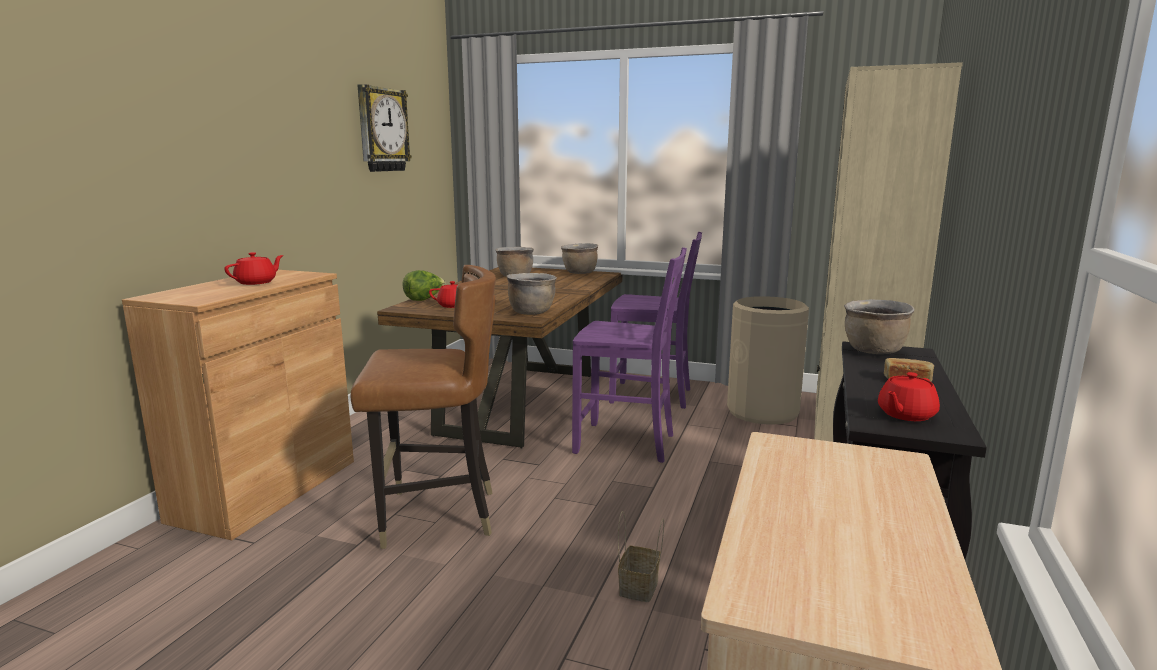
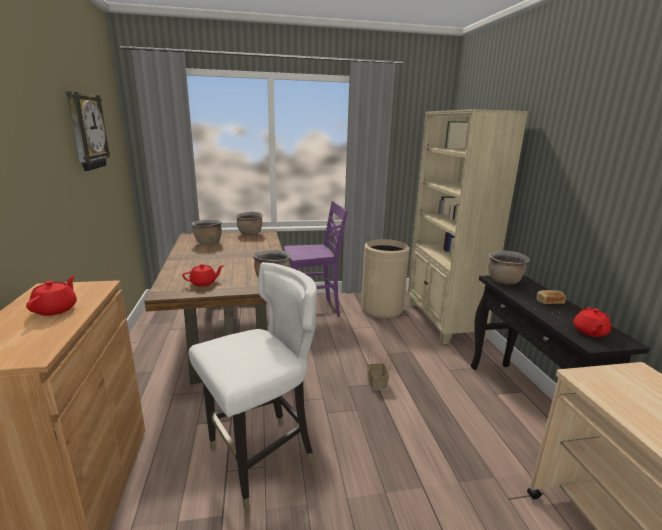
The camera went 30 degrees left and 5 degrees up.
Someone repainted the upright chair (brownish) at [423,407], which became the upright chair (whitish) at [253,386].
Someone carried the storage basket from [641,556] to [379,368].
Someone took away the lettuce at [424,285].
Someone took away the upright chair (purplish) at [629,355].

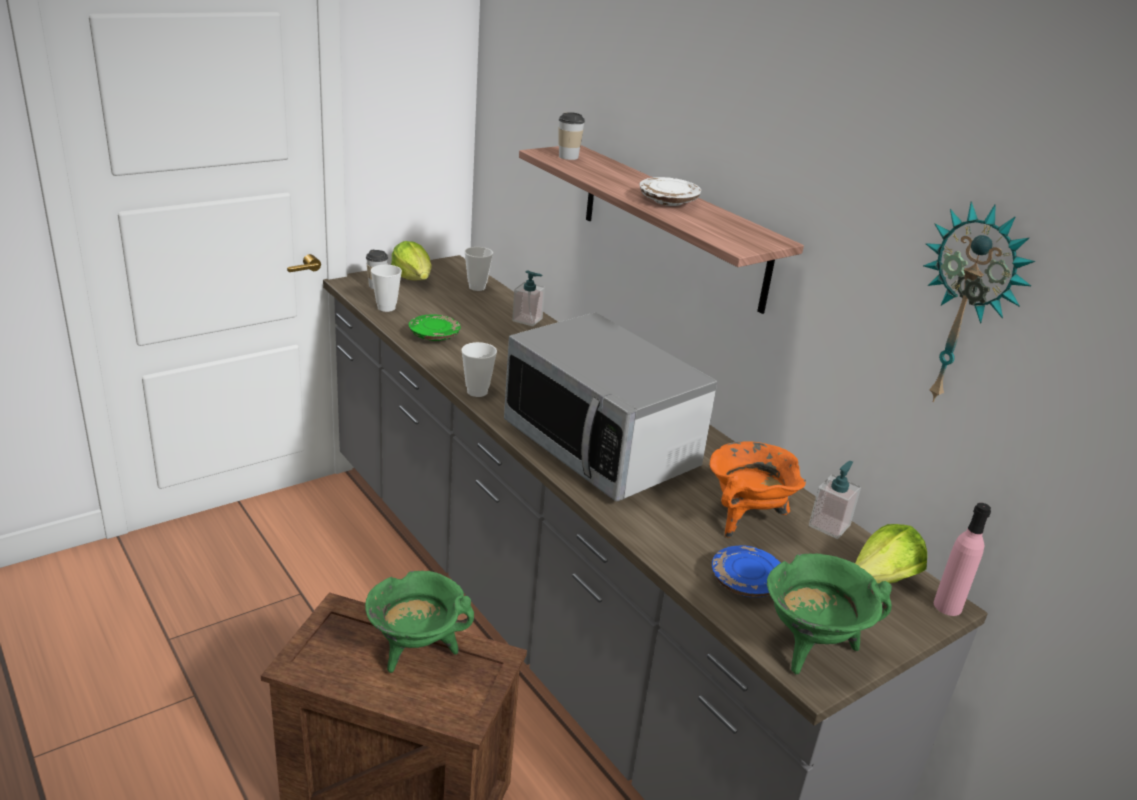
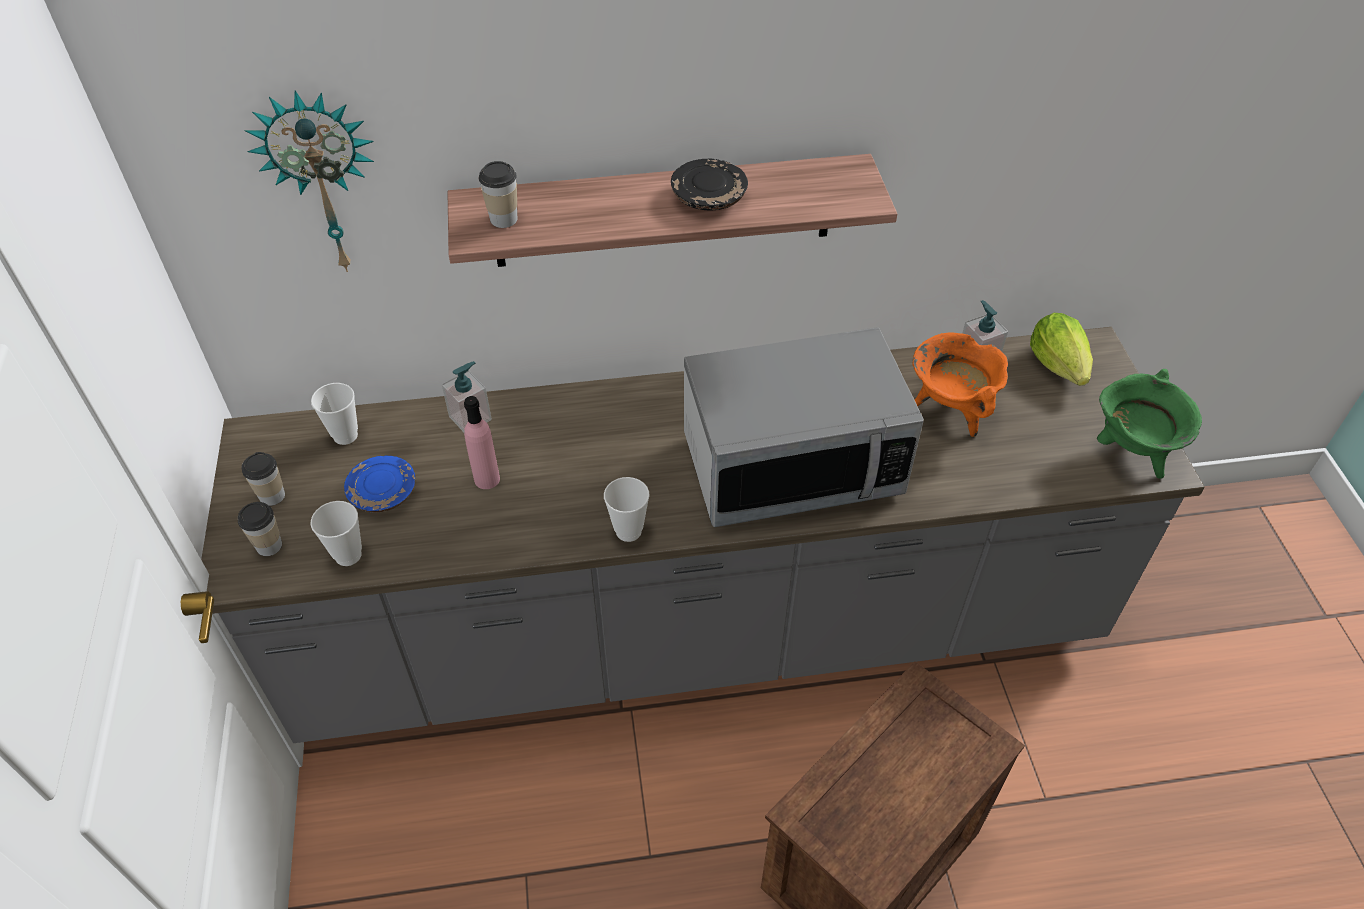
The camera went 60 degrees left and 20 degrees up.
Someone swapped the lettuce at [411,260] for the small cup at [263,479].
Someone carried the clock on the wall from [979,301] to [309,181].
Someone carried the plate (blue) from [746,571] to [379,484].
Someone carried the bottle (pinkish) from [962,559] to [482,442].
Someone repainted the plate (whitish) at [670,191], which became the plate (black-coloured) at [709,184].
Someone took away the saucepot (greenish) at [419,622].
Someone took away the plate (greenish) at [435,327].

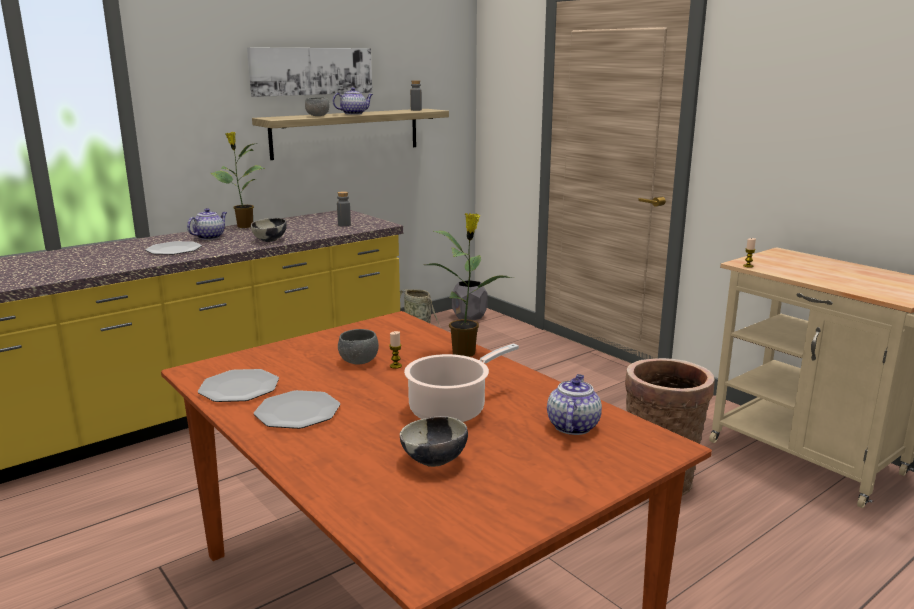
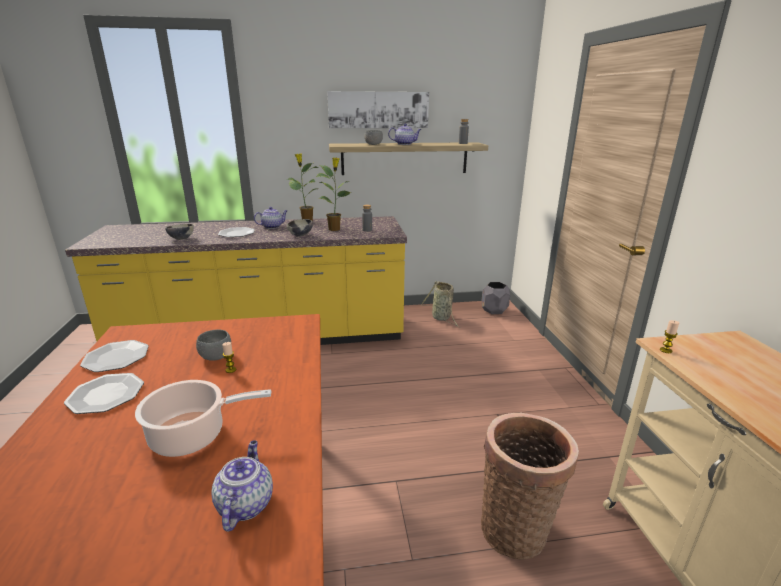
The camera went 30 degrees right and 5 degrees up.
Someone carried the serving bowl from [434,441] to [179,232].
Someone rotated the teapot at [574,404] by 45 degrees counterclockwise.
Someone carried the potted plant from [470,285] to [333,194].

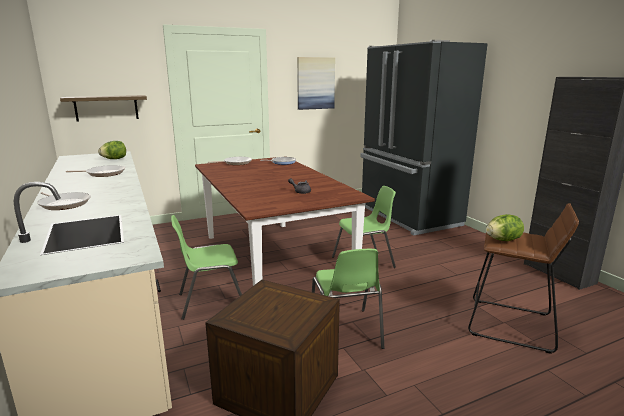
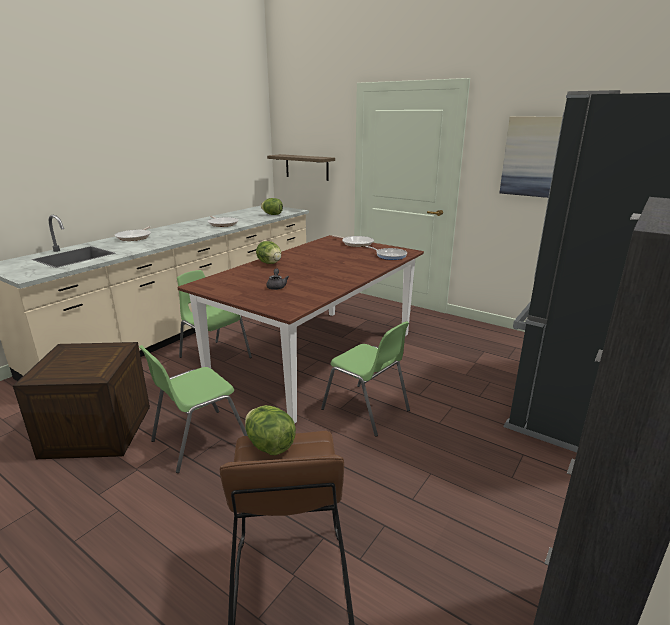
The camera went 60 degrees right and 5 degrees up.
Someone put down the lettuce at [268,252].

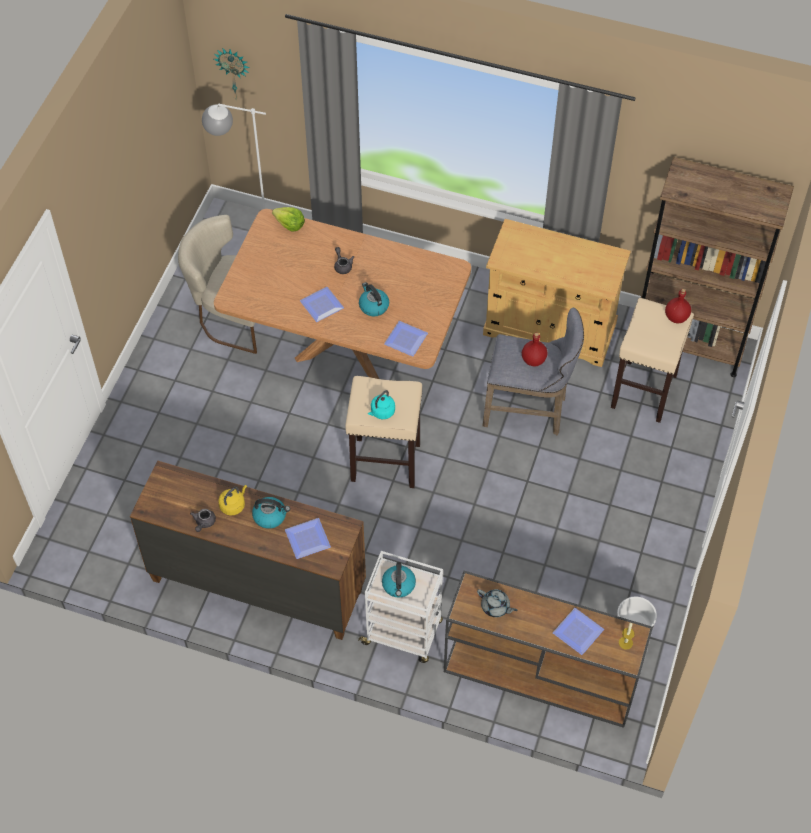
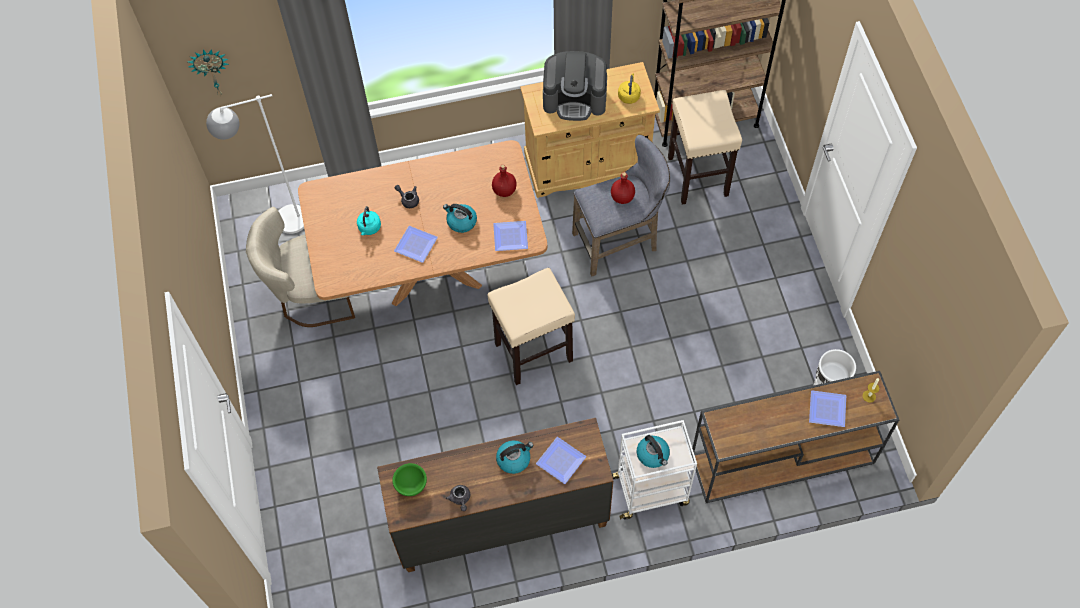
The camera went 30 degrees left and 5 degrees up.
Someone carried the tea kettle (turquoise-coloured) from [381,404] to [369,220].
Someone put down the serving bowl (greenish) at [410,479].
Someone carried the bottle (red-coloured) from [678,306] to [504,180].
Someone put down the coffee machine at [575,86].
Someone carried the tea kettle (yellow) from [232,500] to [629,89].
Someone took away the lettuce at [288,219].
Someone took away the teapot (gray) at [497,603].

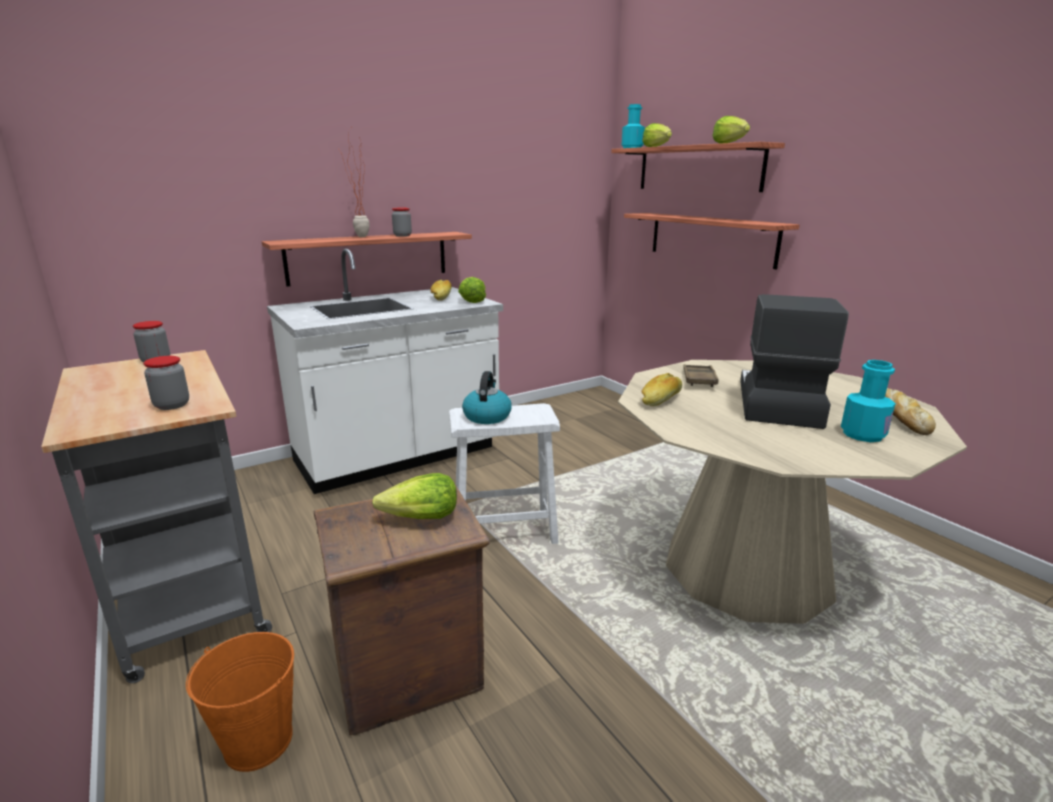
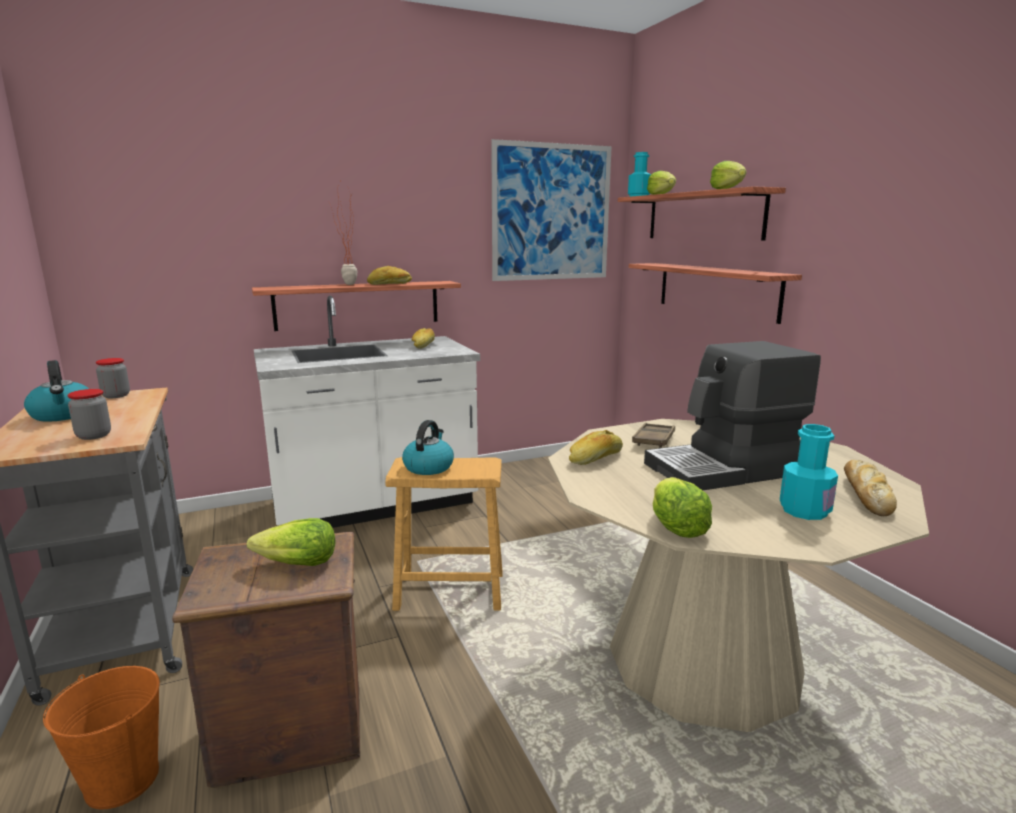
The camera went 10 degrees right and 5 degrees down.
Someone put down the tea kettle at [56,391].
Someone swapped the jar at [402,222] for the bakery bread at [389,275].
Someone repainted the sitting stool (whitish) at [504,473], which became the sitting stool (brownish) at [444,534].
Someone put up the wall art at [551,210].
Someone rotated the coffee machine at [794,361] by 135 degrees counterclockwise.
Someone carried the lettuce from [472,290] to [682,507].

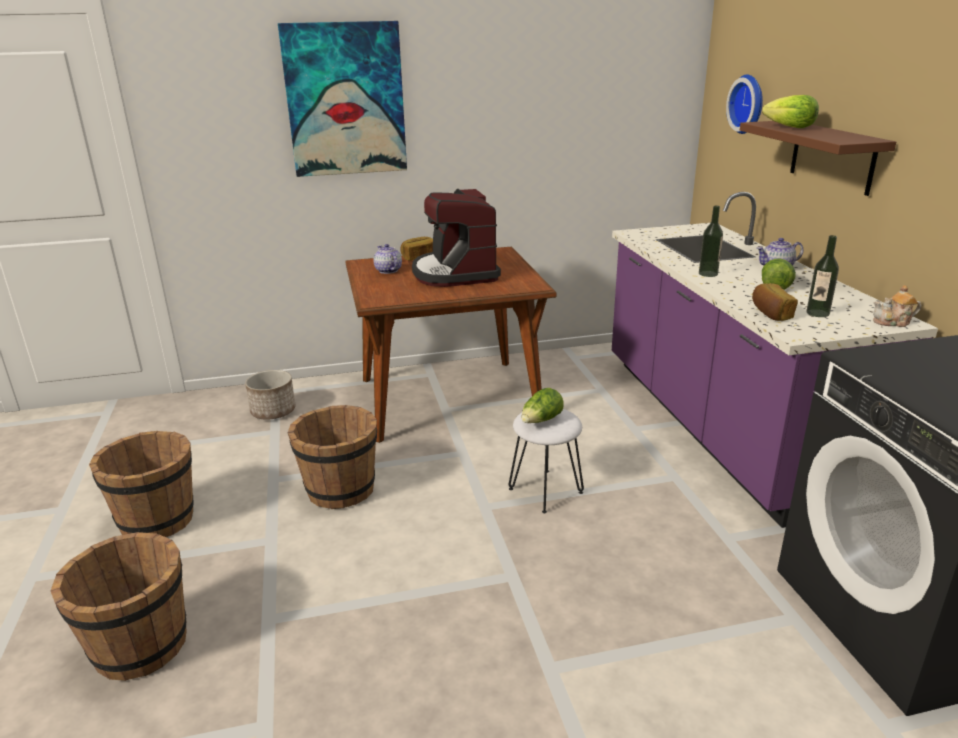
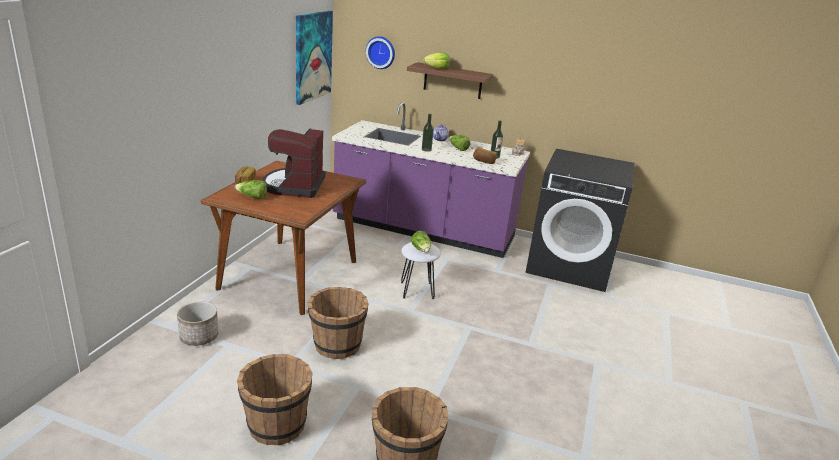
The camera went 60 degrees left and 0 degrees up.
Someone swapped the teapot at [387,259] for the lettuce at [251,189].
Someone rotated the coffee machine at [456,238] by 75 degrees clockwise.
Someone carried the wall art from [342,99] to [314,58].

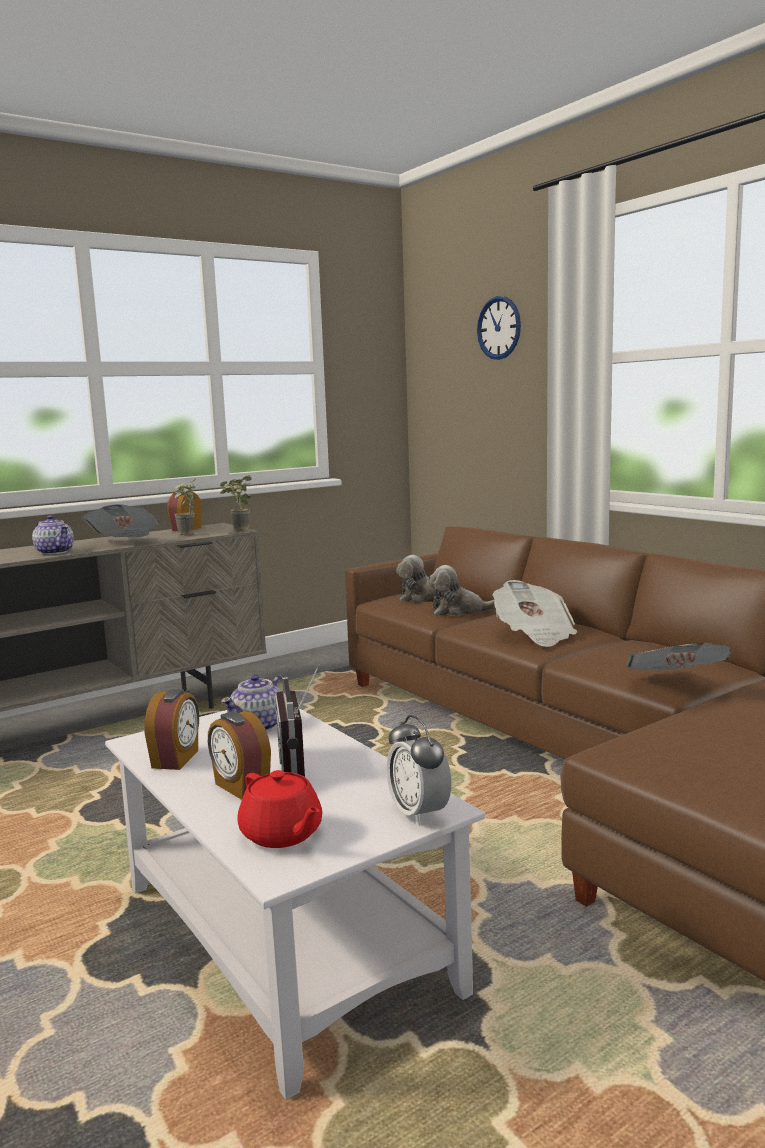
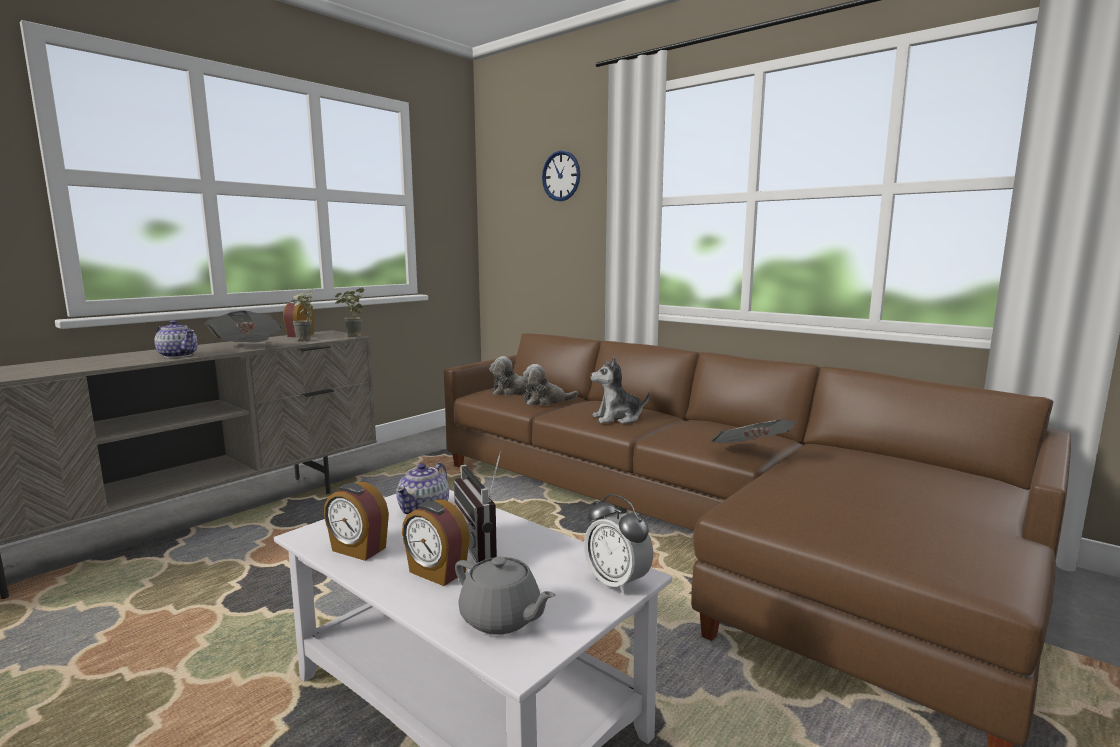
The camera went 15 degrees left and 0 degrees up.
Someone rotated the bedside clock at [171,729] by 120 degrees clockwise.
Someone repainted the teapot (red-coloured) at [279,809], which became the teapot (gray) at [505,595].
Someone swapped the newspaper at [535,613] for the plush toy at [620,390].

